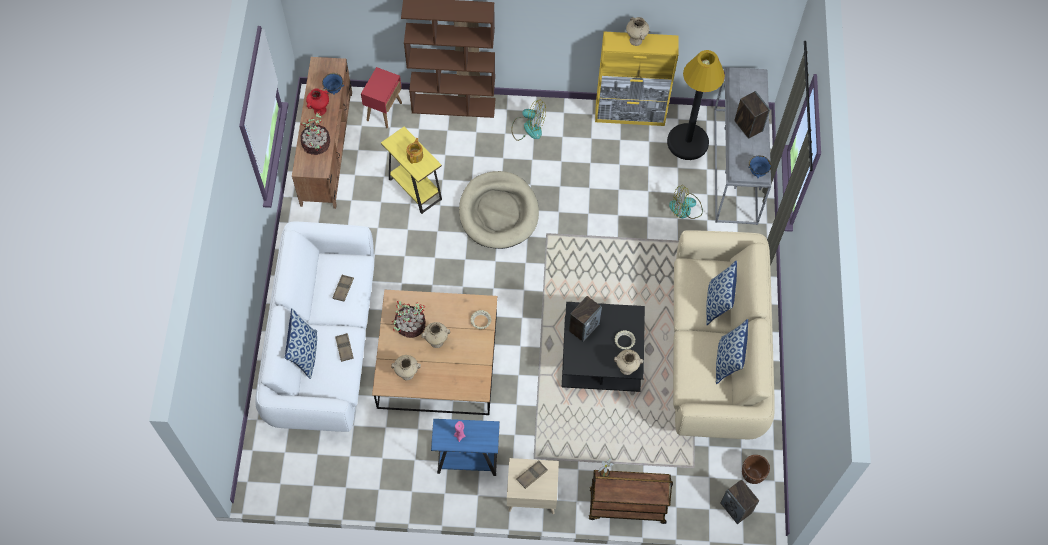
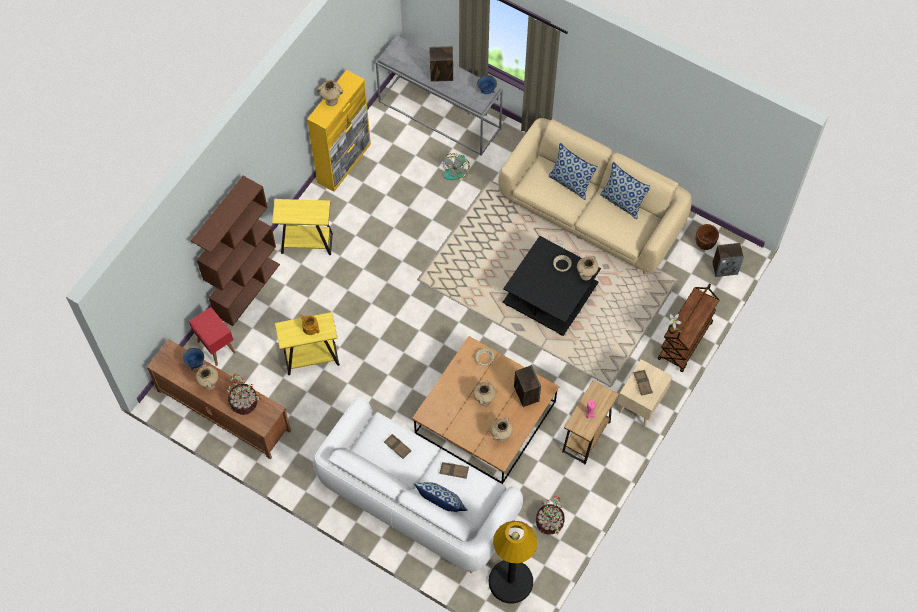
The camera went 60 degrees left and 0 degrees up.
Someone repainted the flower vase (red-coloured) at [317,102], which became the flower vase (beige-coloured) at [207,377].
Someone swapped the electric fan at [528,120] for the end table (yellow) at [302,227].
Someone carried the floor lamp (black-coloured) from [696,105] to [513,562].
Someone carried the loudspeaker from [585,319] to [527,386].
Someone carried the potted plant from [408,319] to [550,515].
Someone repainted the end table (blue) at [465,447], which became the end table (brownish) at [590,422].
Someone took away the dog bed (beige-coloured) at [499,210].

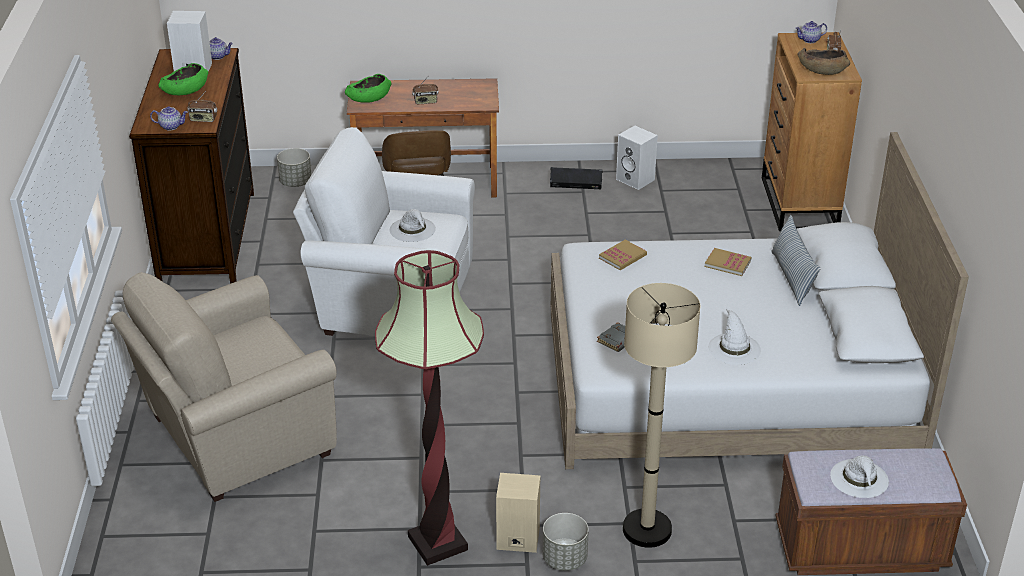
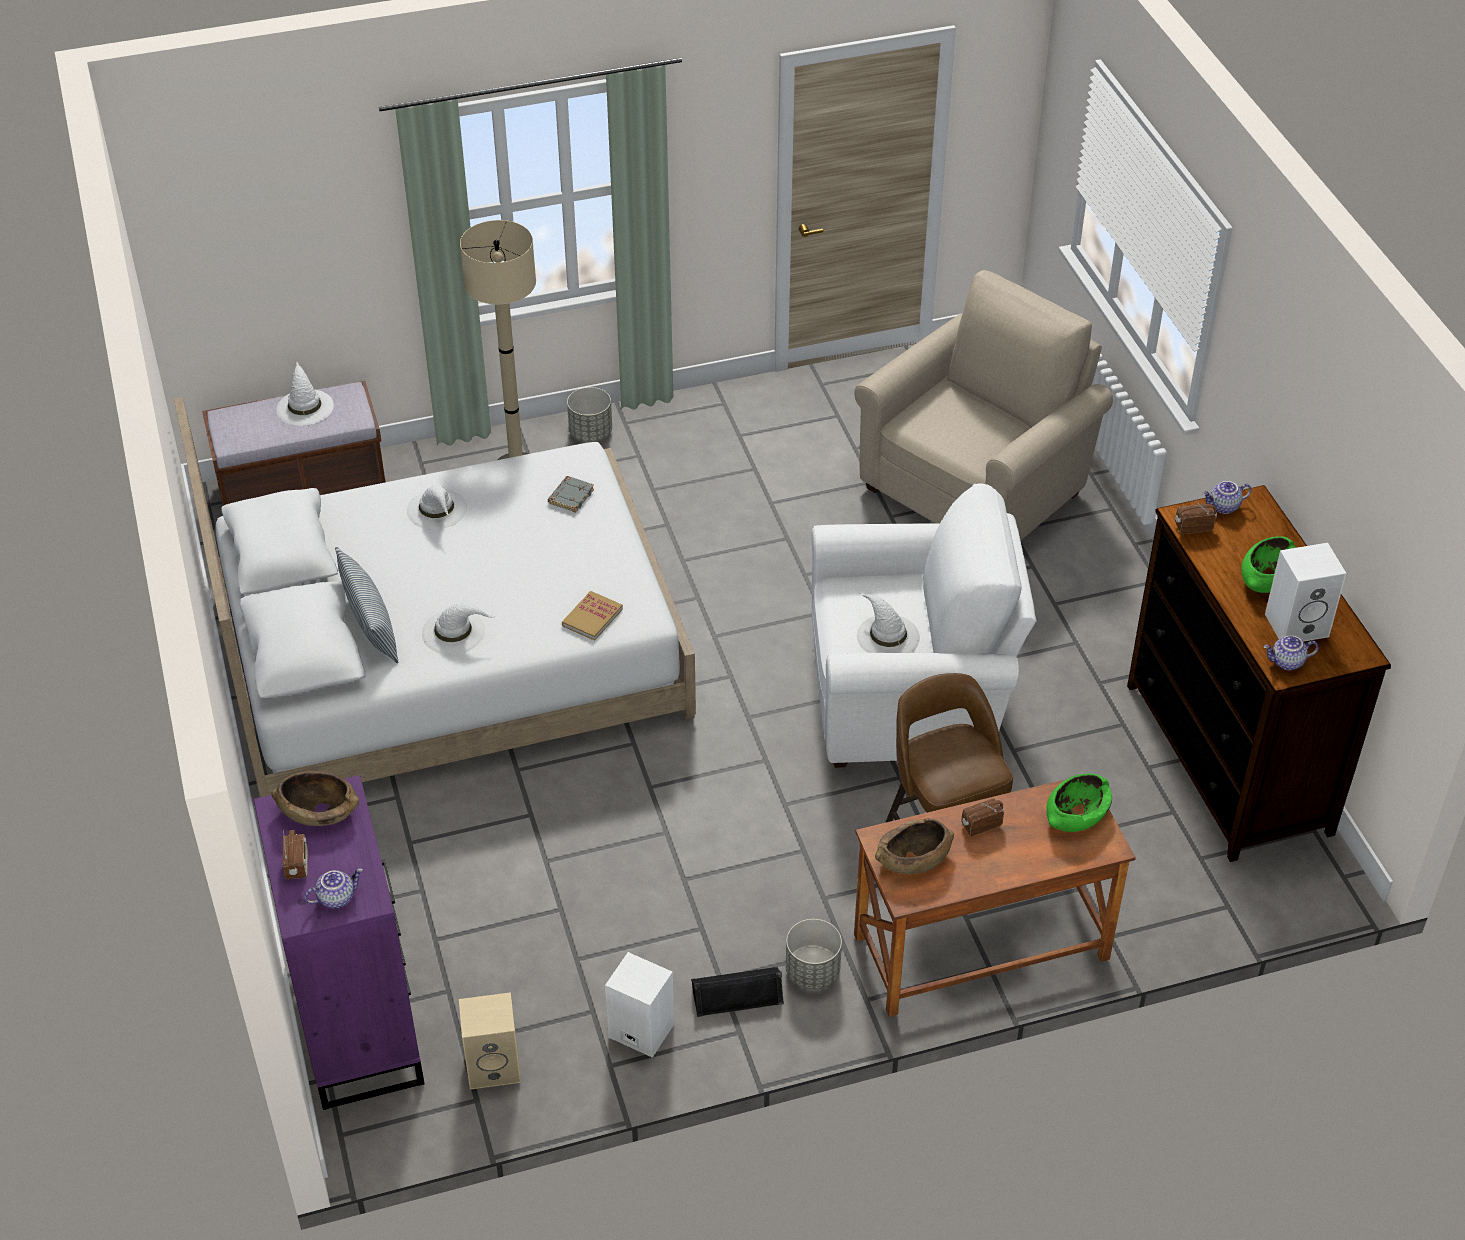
The camera went 165 degrees right and 10 degrees up.
Someone repainted the chest of drawers (brownish) at [812,131], which became the chest of drawers (purplish) at [339,942].
Someone swapped the book at [728,262] for the clothing hat (whitish) at [459,629].
Someone carried the loudspeaker (beige-coloured) from [518,513] to [490,1041].
Someone carried the plant pot (gray) from [294,167] to [814,954].
Someone put down the serving bowl (brownish) at [914,846].
Someone took away the floor lamp at [429,408].

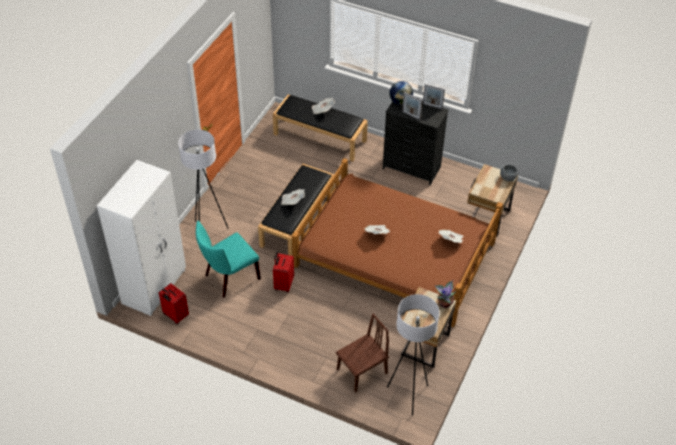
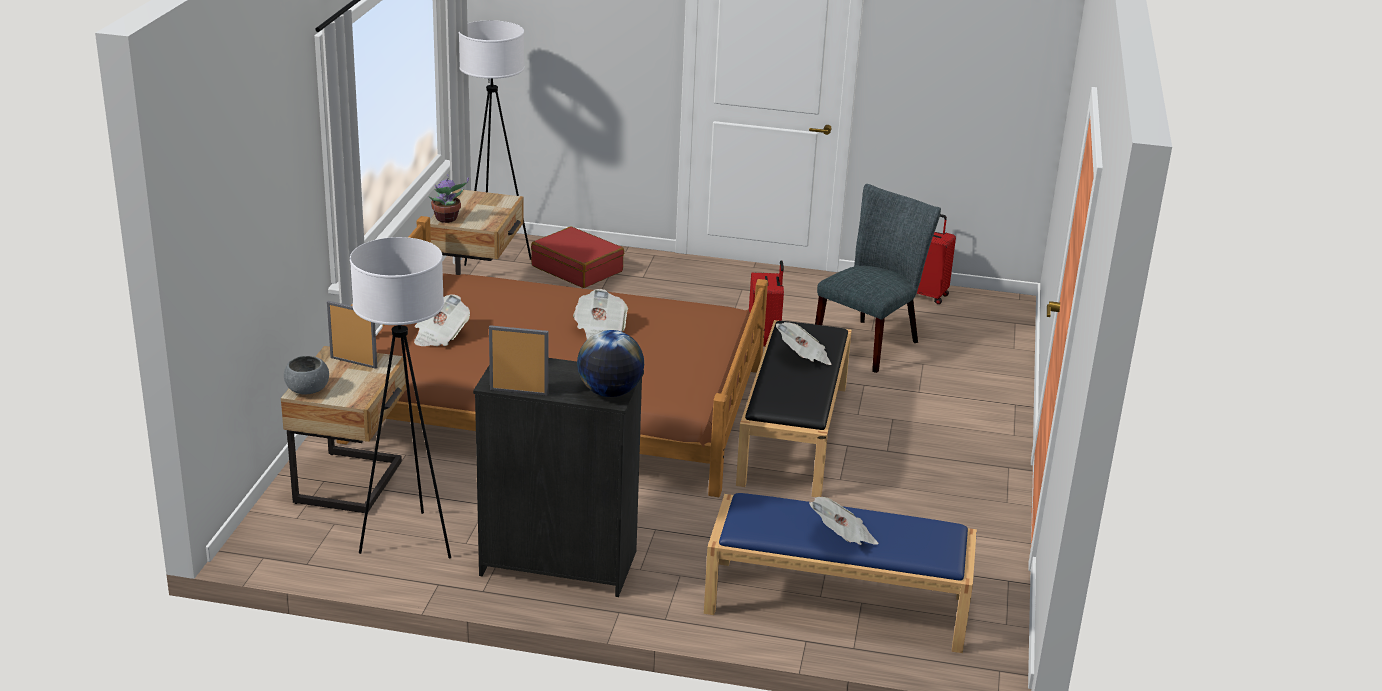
The camera went 165 degrees right and 20 degrees down.
Someone carried the photo frame from [412,106] to [352,335].
Someone carried the floor lamp (whitish) from [203,179] to [400,397].
Someone swapped the upright chair (brownish) at [362,353] for the piece of luggage (red-coloured) at [577,257].
Someone repainted the indoor bench (black-coloured) at [320,128], which became the indoor bench (blue) at [840,573].
Someone repainted the upright chair (turquoise-coloured) at [228,259], which became the upright chair (gray) at [878,278].
Someone took away the wardrobe (whitish) at [141,238].

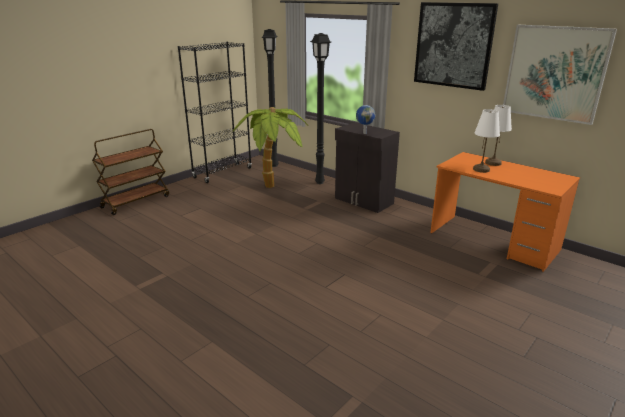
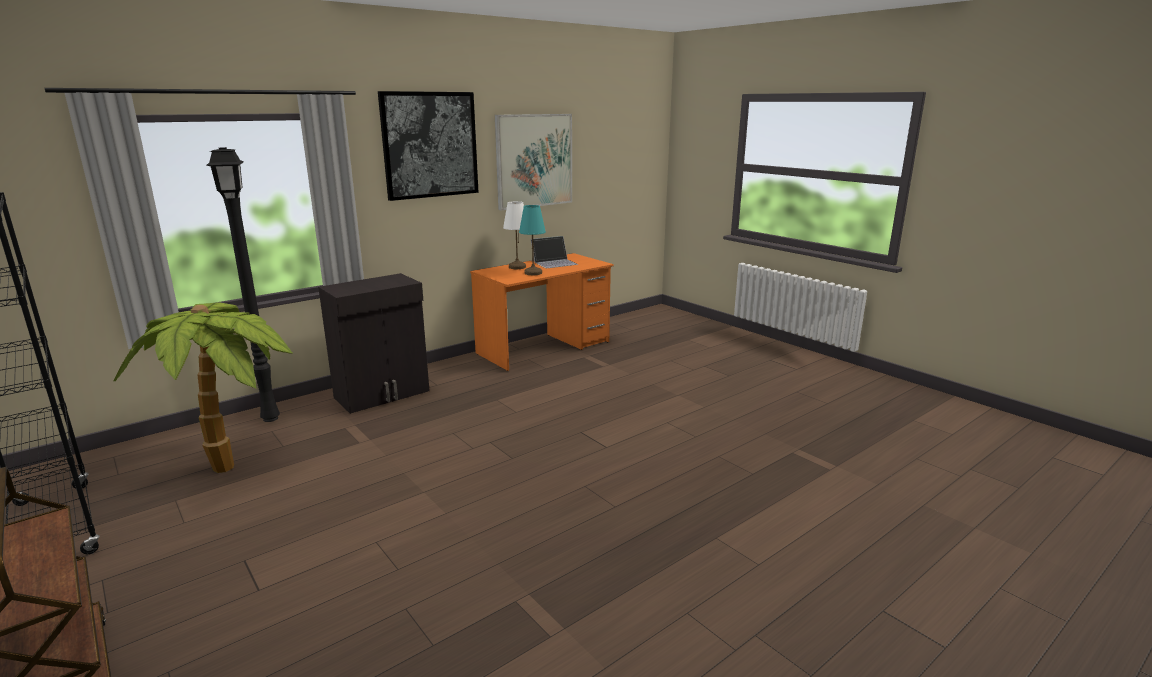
The camera went 80 degrees left and 5 degrees down.
Someone repainted the table lamp (whitish) at [486,141], which became the table lamp (turquoise-coloured) at [532,240].
Someone put down the portable computer at [554,252].
Someone took away the floor lamp (black-coloured) at [270,98].
Someone took away the desk globe at [365,119].

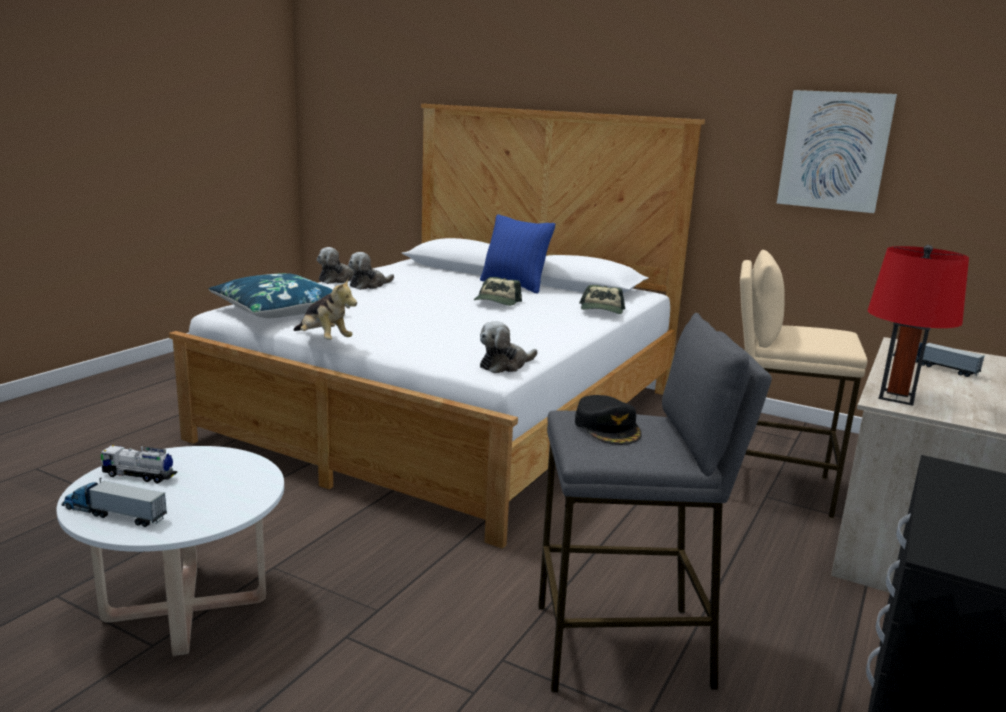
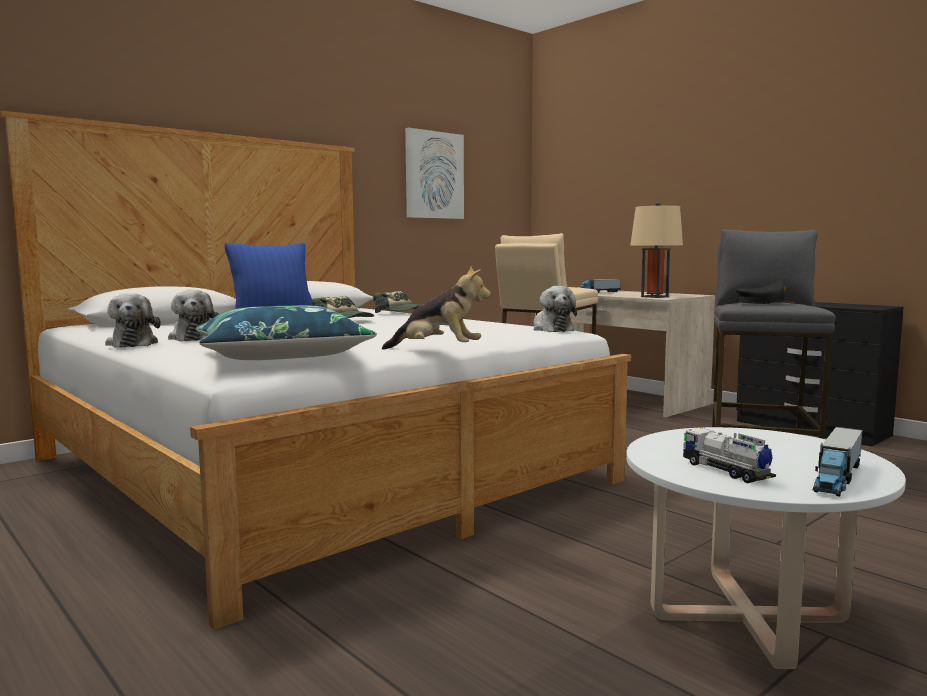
The camera went 70 degrees left and 10 degrees down.
Someone rotated the plush toy at [325,309] by 45 degrees clockwise.
Someone repainted the table lamp (red-coloured) at [918,325], which became the table lamp (beige-coloured) at [656,250].
Someone rotated the model truck at [139,464] by 120 degrees clockwise.

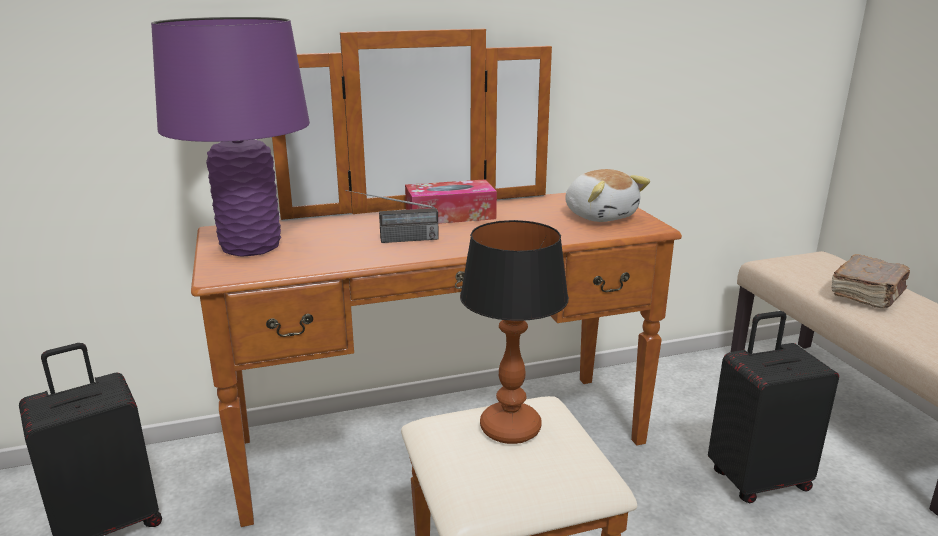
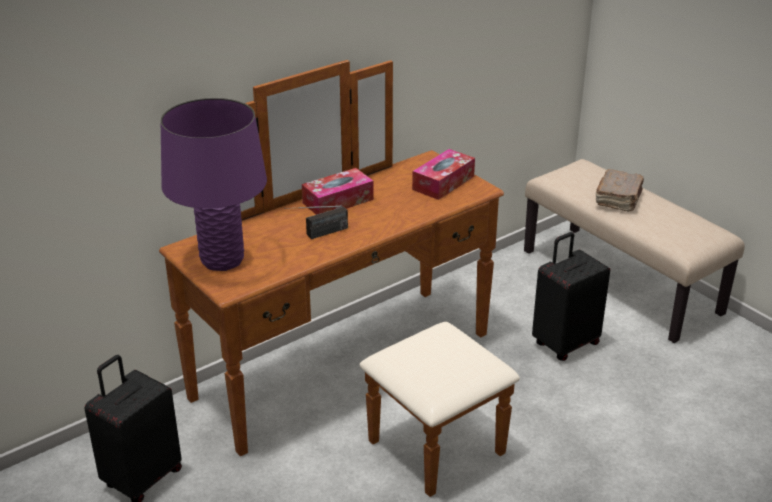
The camera went 20 degrees left and 10 degrees up.
Someone swapped the plush toy at [607,195] for the tissue box at [443,174].
Someone took away the table lamp at [514,332].

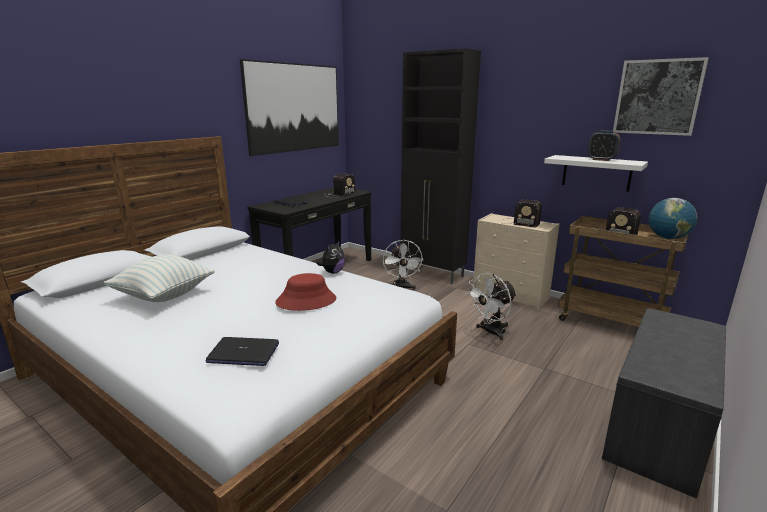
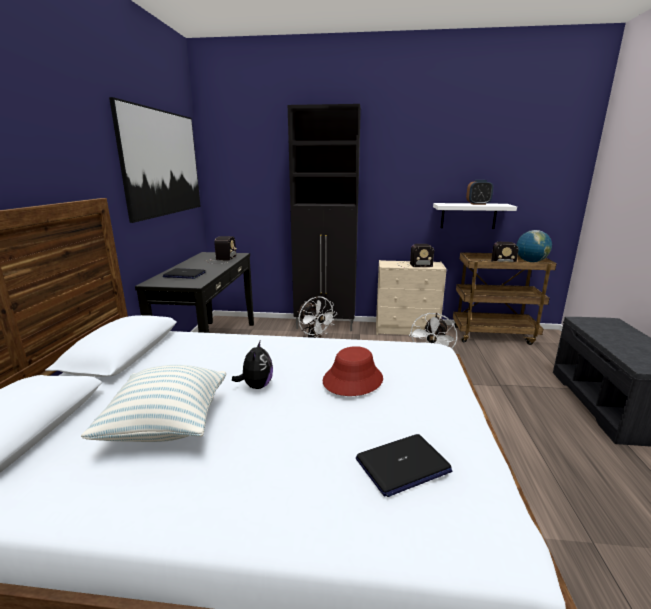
The camera went 30 degrees left and 0 degrees up.
Someone carried the plush toy from [331,257] to [252,365].
Someone took away the wall art at [661,96].

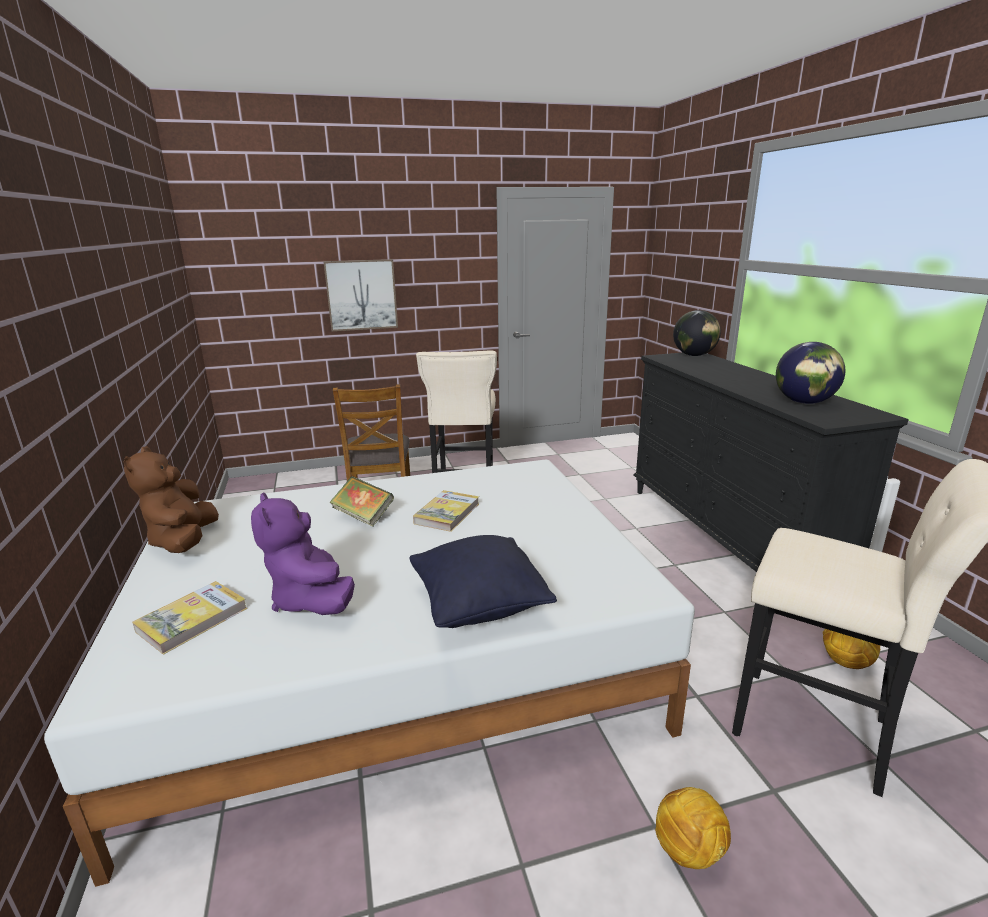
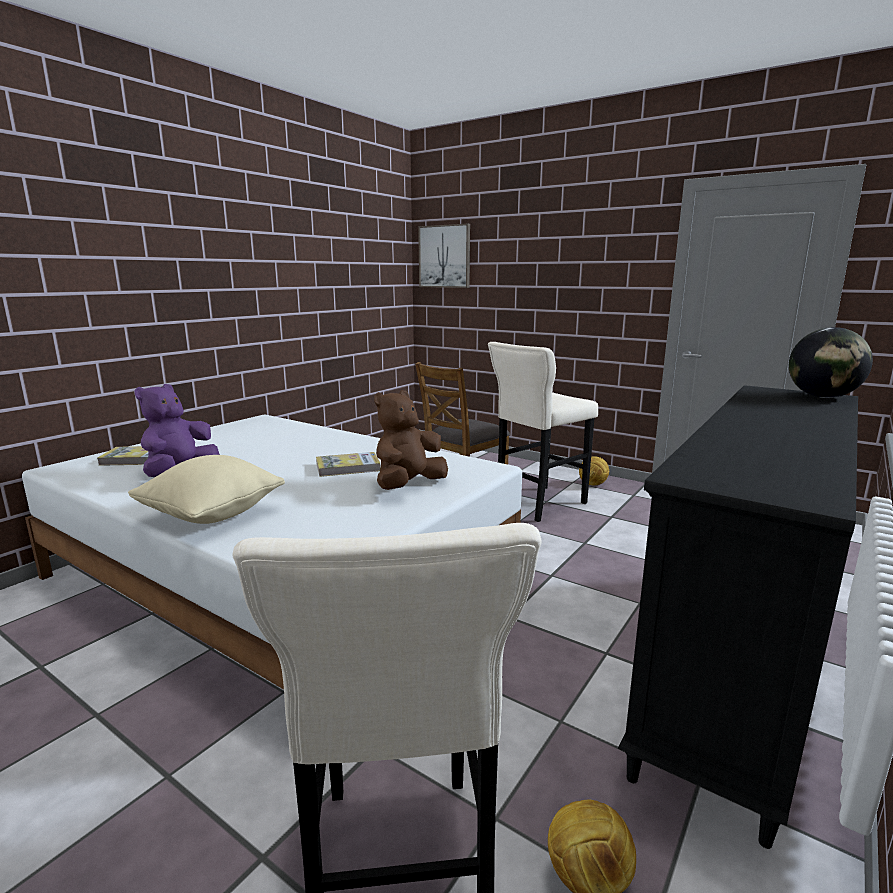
The camera went 50 degrees right and 5 degrees down.
Someone repainted the pillow (black-coloured) at [483,581], which became the pillow (beige-coloured) at [206,489].
Someone carried the plush toy (brownish) from [171,499] to [411,440].
Someone carried the wall art from [360,295] to [444,256].
Someone carried the football from [693,828] to [594,471].
Someone took away the book at [361,501].
Someone took away the desk globe at [810,373].

